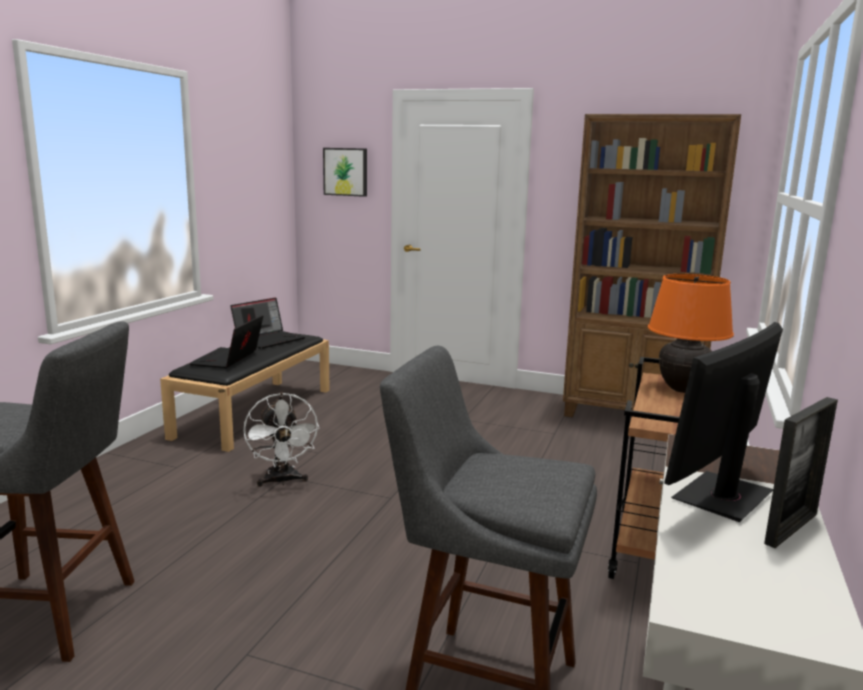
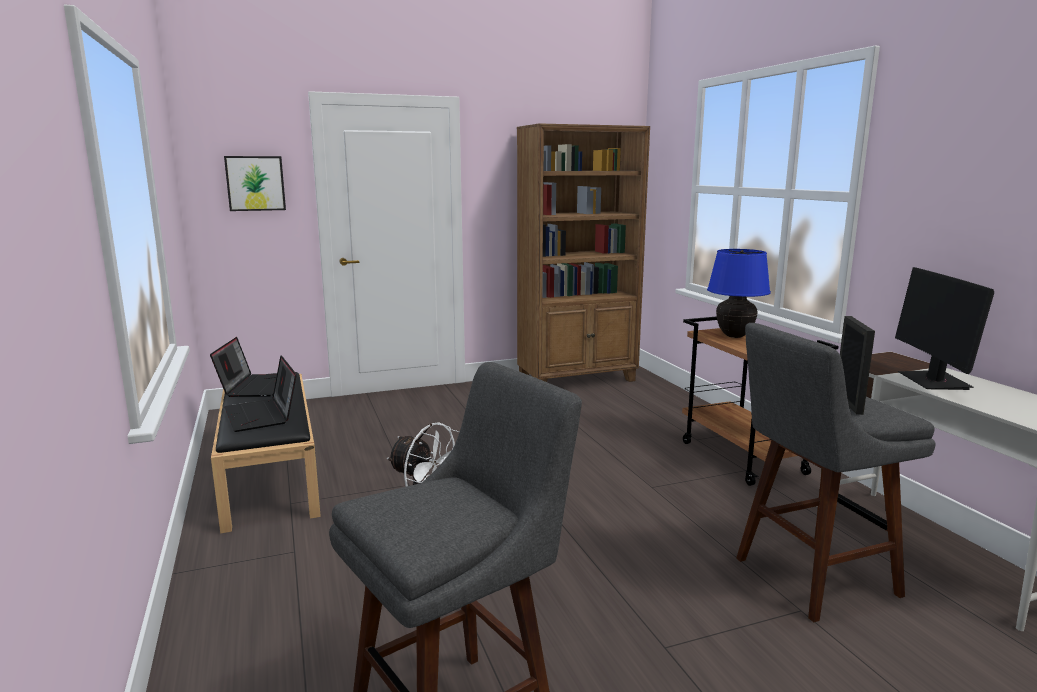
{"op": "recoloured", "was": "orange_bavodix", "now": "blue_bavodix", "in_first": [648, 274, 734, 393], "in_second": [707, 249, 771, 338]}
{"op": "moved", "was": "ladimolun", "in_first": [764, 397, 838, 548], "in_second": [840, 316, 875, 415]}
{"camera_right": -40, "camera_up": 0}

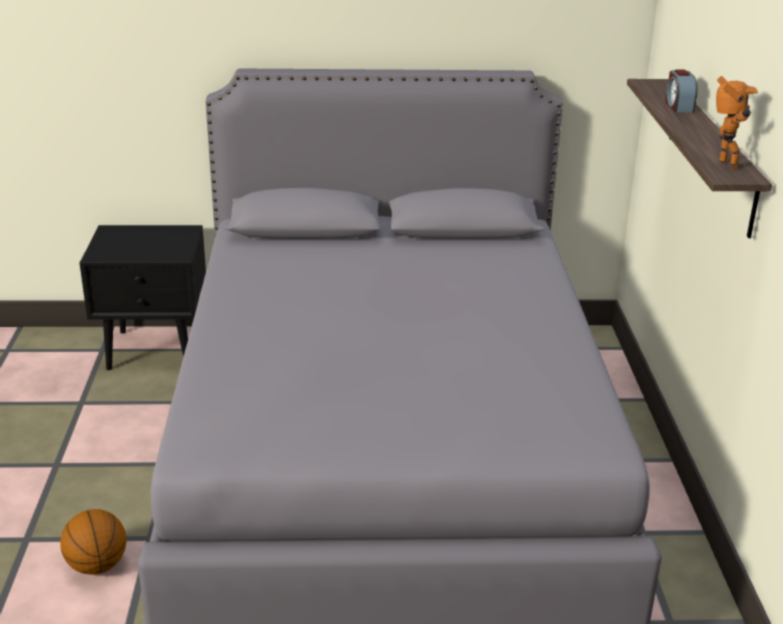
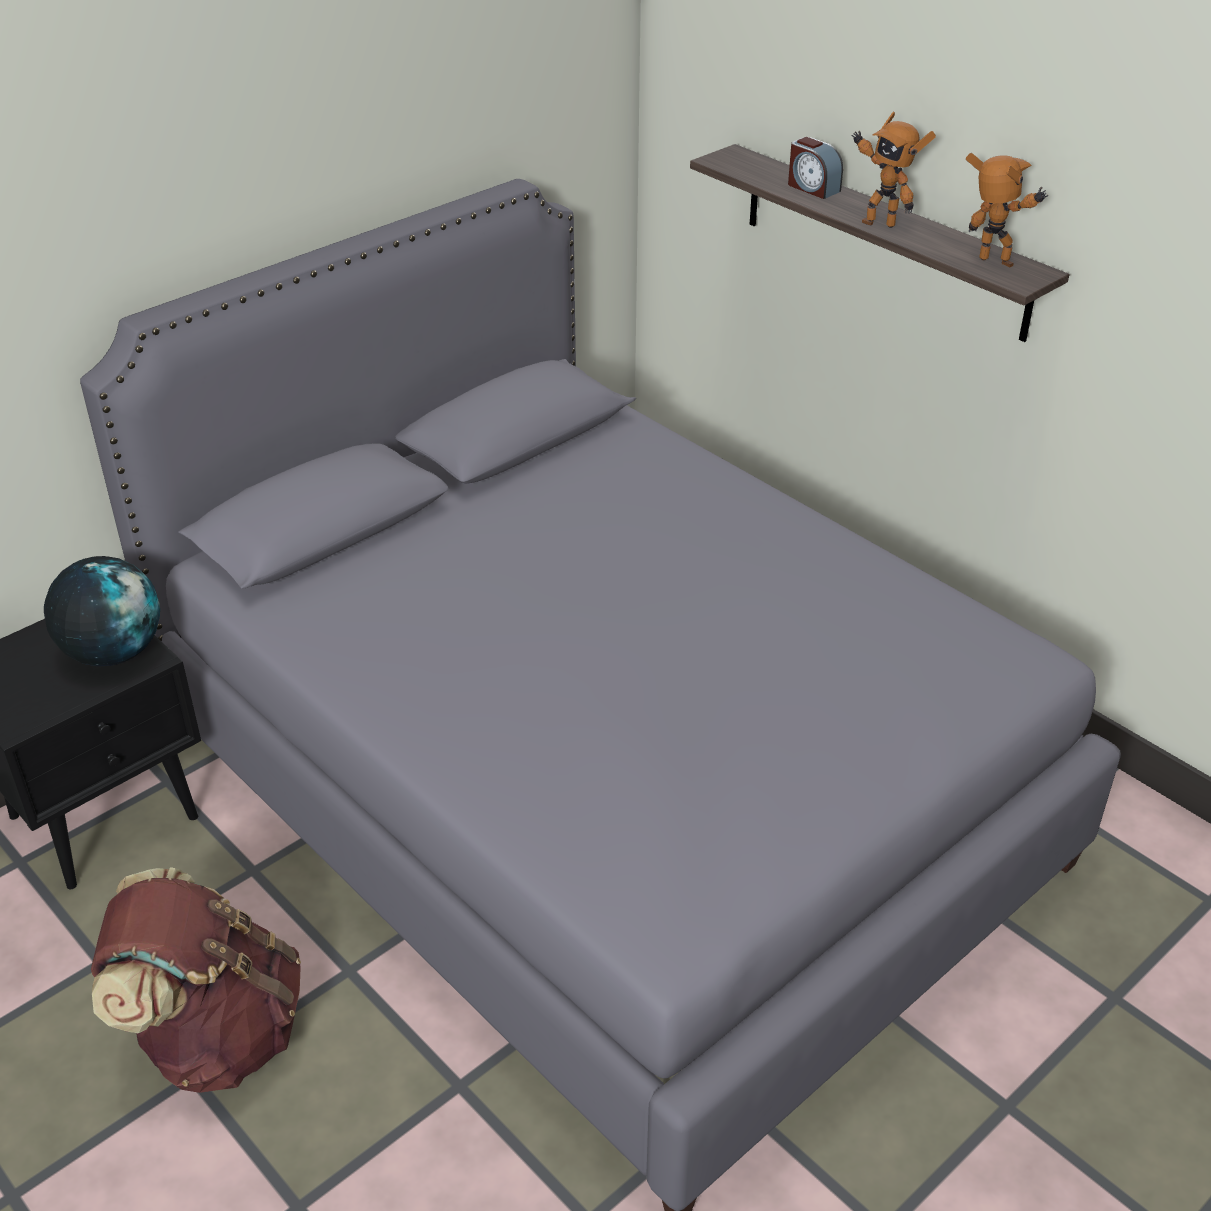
{"op": "removed", "was": "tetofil", "in_first": [60, 509, 126, 575]}
{"op": "added", "now": "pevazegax", "in_second": [44, 556, 160, 666]}
{"op": "added", "now": "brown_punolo", "in_second": [91, 867, 301, 1093]}
{"op": "added", "now": "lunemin", "in_second": [851, 111, 936, 228]}
{"camera_right": -40, "camera_up": 10}

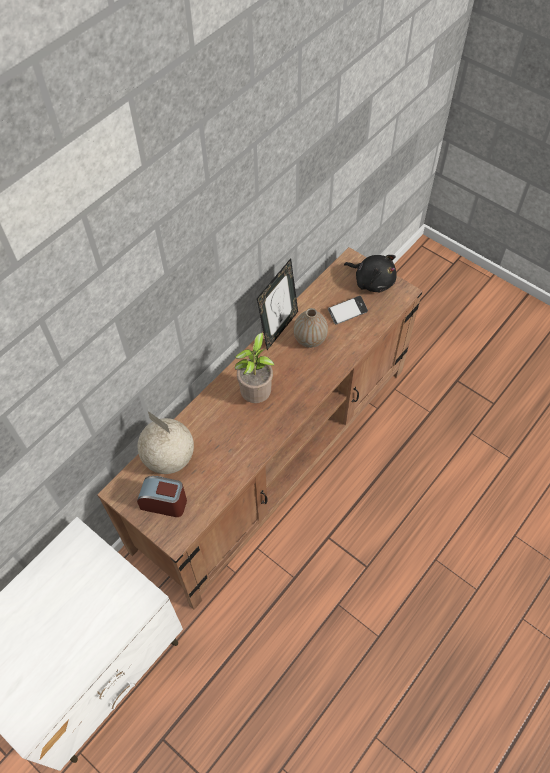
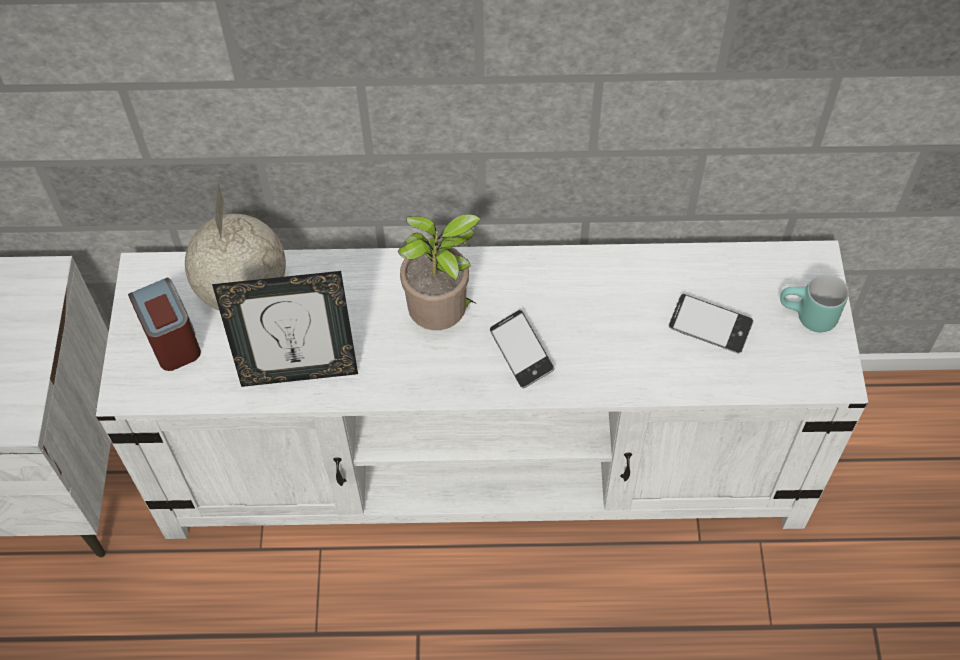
{"op": "recoloured", "was": "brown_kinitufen", "now": "white_kinitufen", "in_first": [97, 247, 422, 610], "in_second": [96, 240, 868, 539]}
{"op": "moved", "was": "ladimolun", "in_first": [257, 258, 298, 350], "in_second": [212, 271, 358, 387]}
{"op": "removed", "was": "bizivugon", "in_first": [294, 308, 328, 348]}
{"op": "replaced", "was": "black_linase", "now": "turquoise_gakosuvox", "in_first": [344, 255, 397, 292], "in_second": [780, 274, 849, 333]}
{"op": "added", "now": "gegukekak", "in_second": [490, 310, 554, 388]}
{"camera_right": 50, "camera_up": 0}

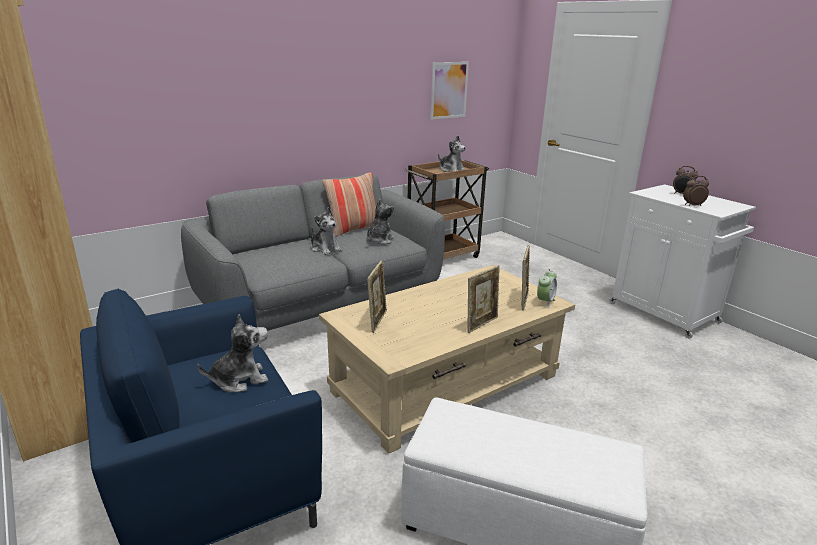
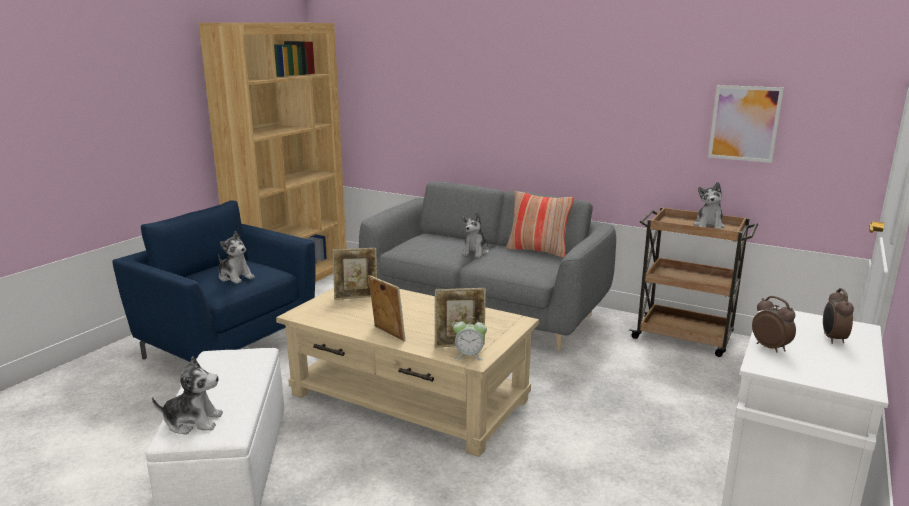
{"op": "moved", "was": "linase", "in_first": [366, 199, 394, 245], "in_second": [152, 356, 223, 434]}
{"op": "turned", "was": "ladimolun", "in_first": [467, 265, 500, 333], "in_second": [368, 275, 405, 341], "clockwise": -150}
{"camera_right": 65, "camera_up": -5}

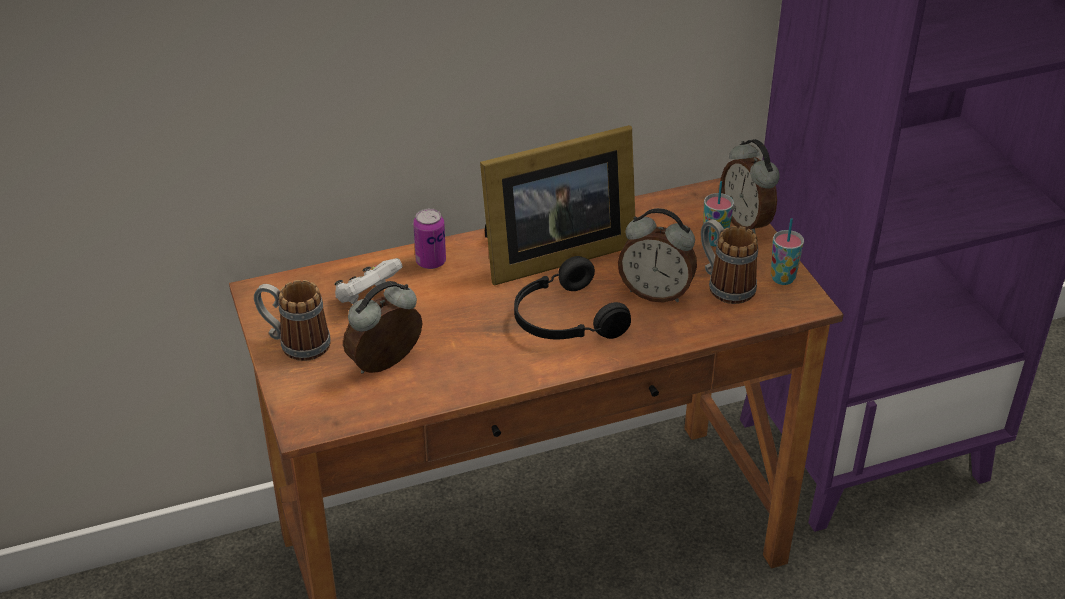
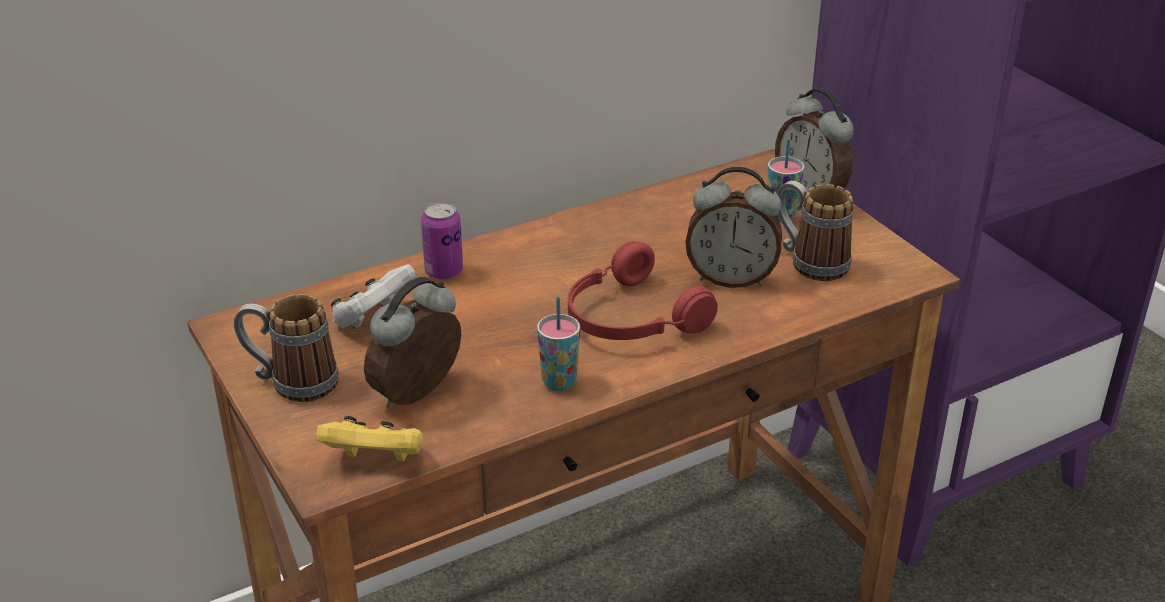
{"op": "removed", "was": "ladimolun", "in_first": [480, 125, 635, 285]}
{"op": "recoloured", "was": "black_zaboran", "now": "red_zaboran", "in_first": [514, 256, 631, 339], "in_second": [568, 241, 718, 340]}
{"op": "moved", "was": "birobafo", "in_first": [771, 218, 804, 285], "in_second": [537, 297, 580, 391]}
{"op": "added", "now": "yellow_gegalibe", "in_second": [316, 416, 423, 462]}
{"camera_right": -10, "camera_up": -5}

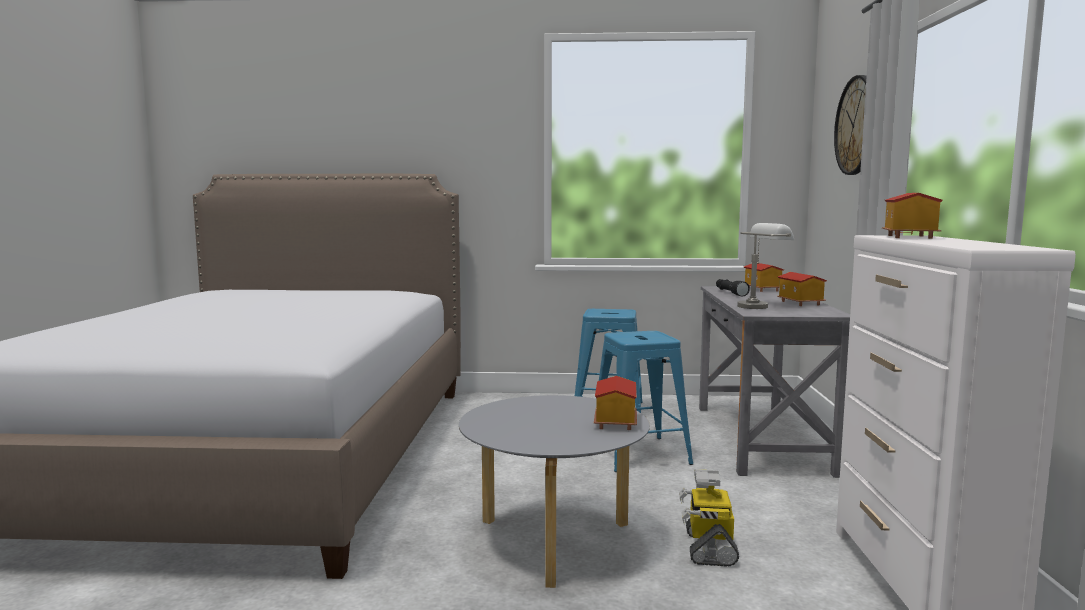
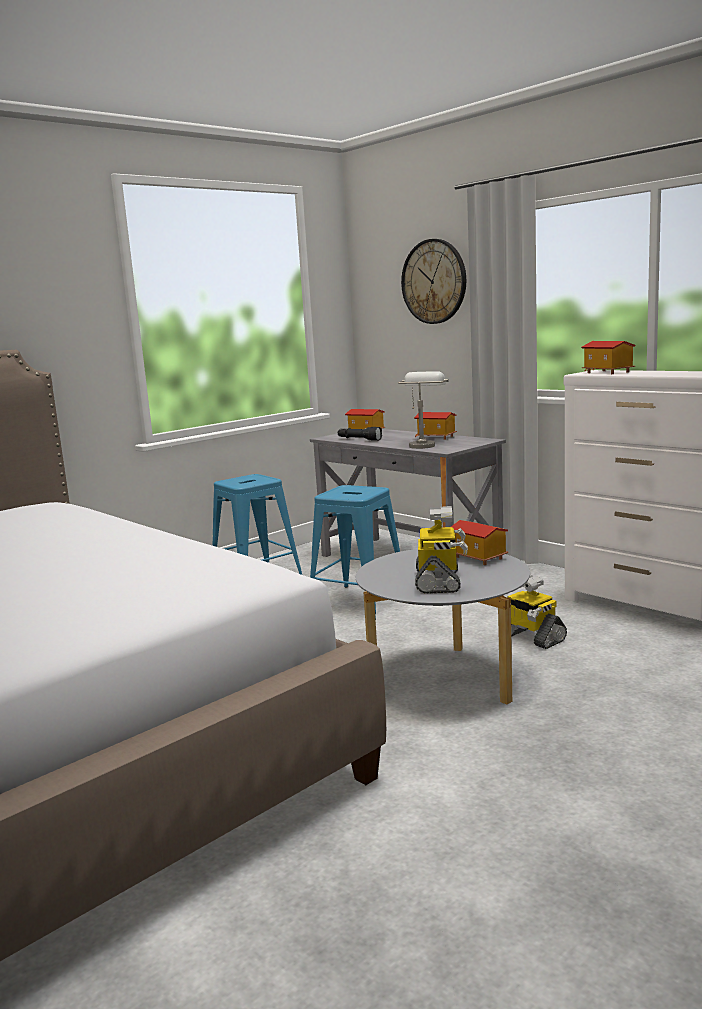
{"op": "added", "now": "lunemin", "in_second": [415, 506, 468, 593]}
{"camera_right": -45, "camera_up": 5}

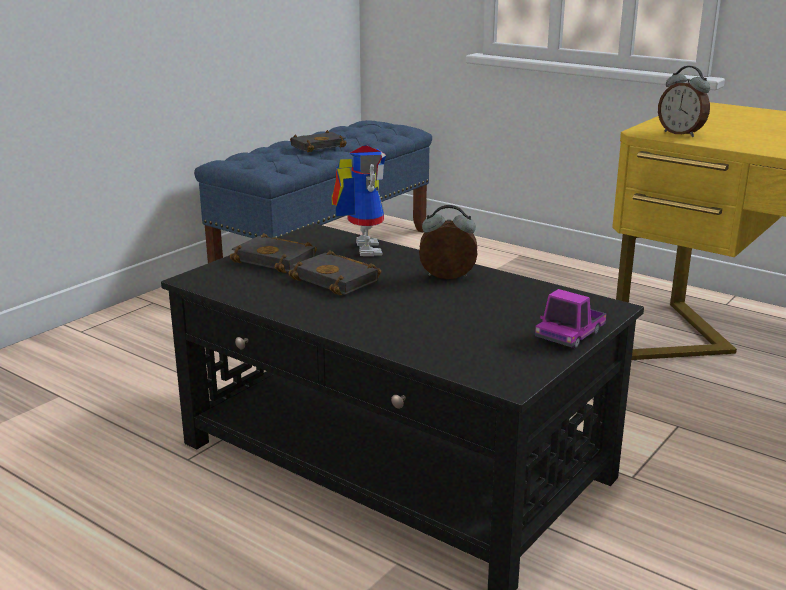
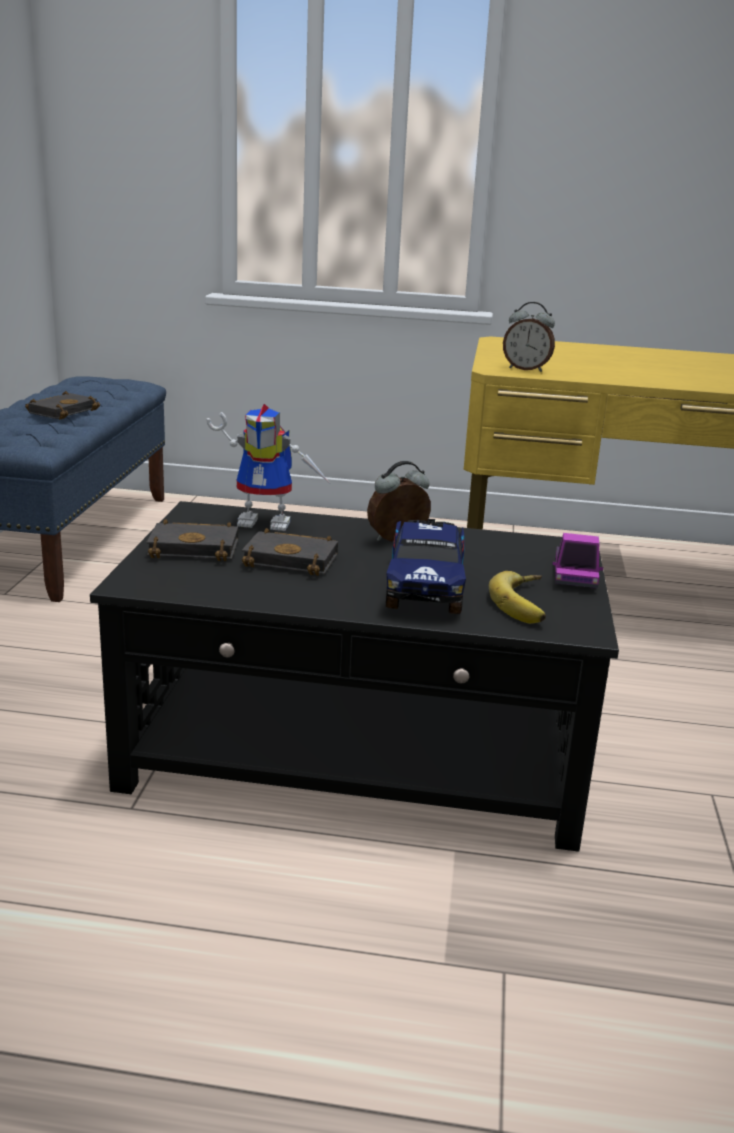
{"op": "turned", "was": "lunemin", "in_first": [331, 145, 386, 256], "in_second": [206, 404, 329, 531], "clockwise": 135}
{"op": "added", "now": "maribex", "in_second": [386, 519, 466, 614]}
{"op": "added", "now": "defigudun", "in_second": [489, 571, 546, 624]}
{"camera_right": -30, "camera_up": 0}

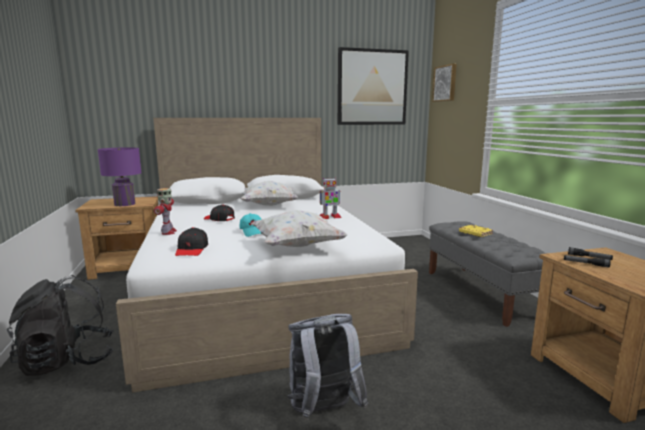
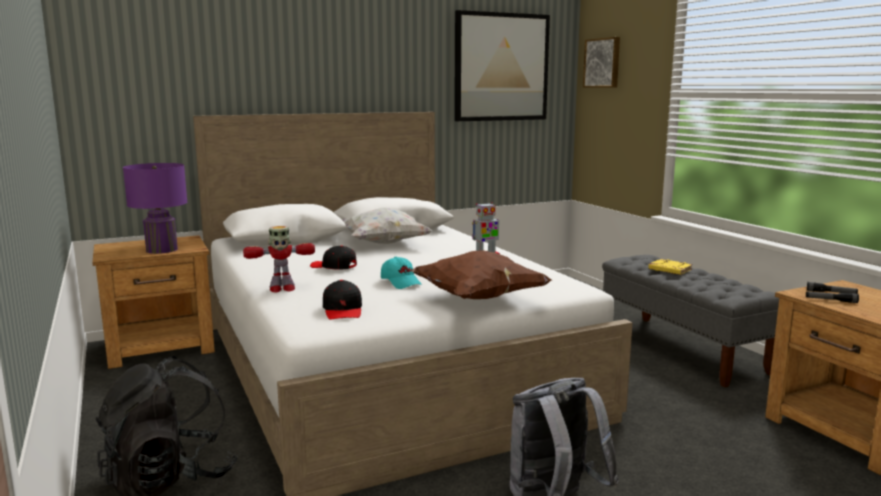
{"op": "turned", "was": "lunemin", "in_first": [154, 188, 177, 235], "in_second": [243, 226, 315, 292], "clockwise": 90}
{"op": "recoloured", "was": "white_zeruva", "now": "brown_zeruva", "in_first": [251, 210, 348, 247], "in_second": [411, 251, 552, 299]}
{"camera_right": -10, "camera_up": 0}

